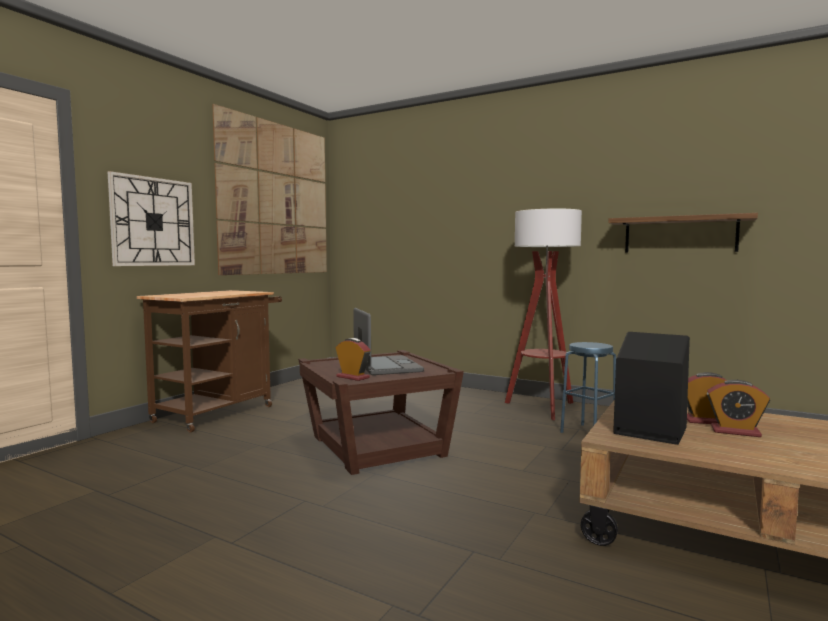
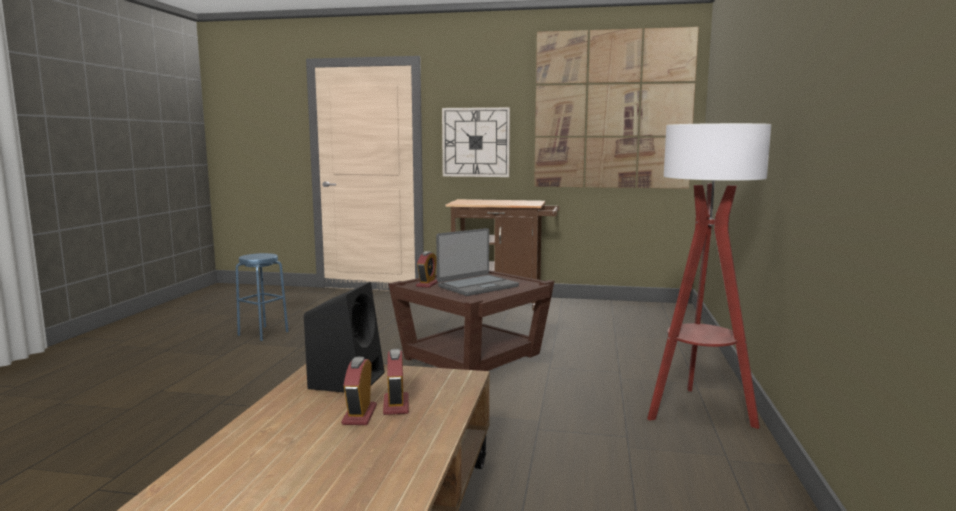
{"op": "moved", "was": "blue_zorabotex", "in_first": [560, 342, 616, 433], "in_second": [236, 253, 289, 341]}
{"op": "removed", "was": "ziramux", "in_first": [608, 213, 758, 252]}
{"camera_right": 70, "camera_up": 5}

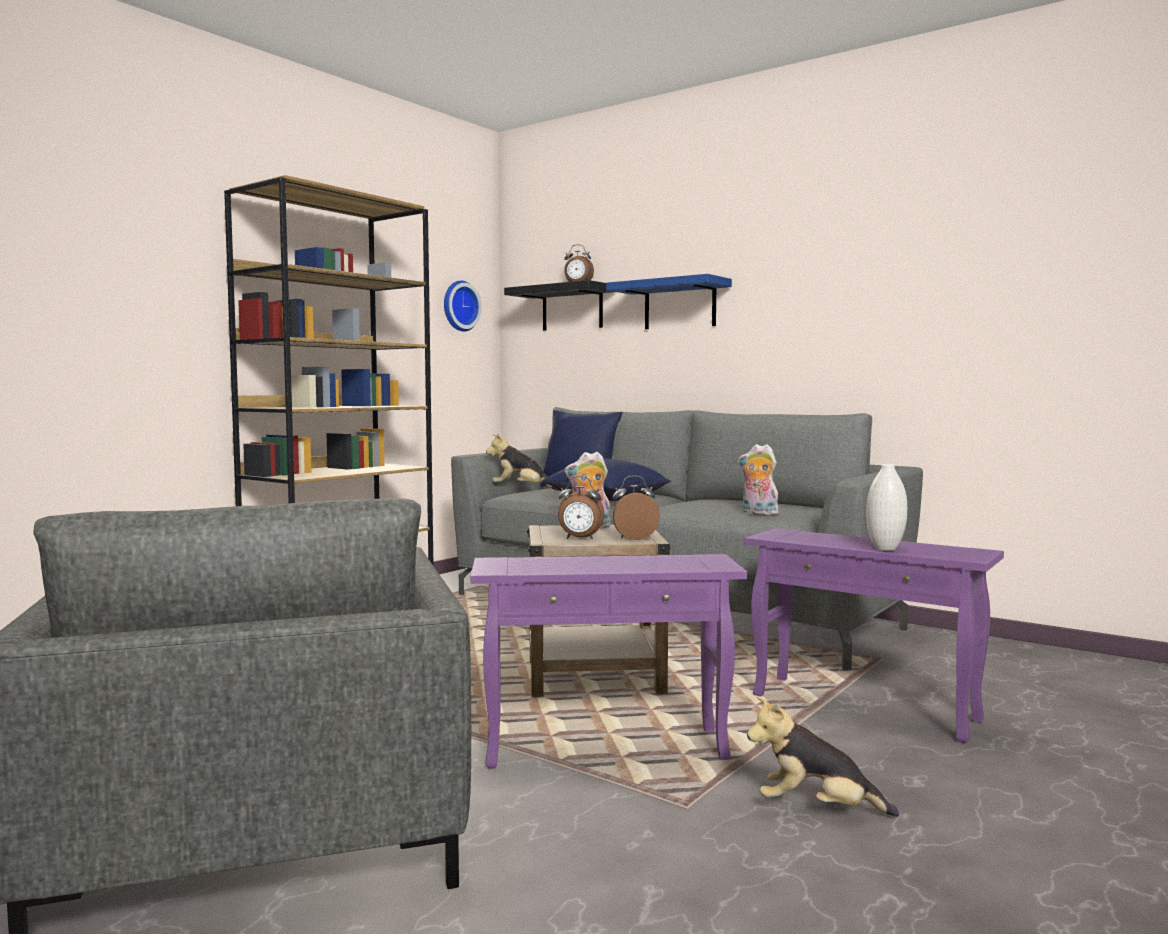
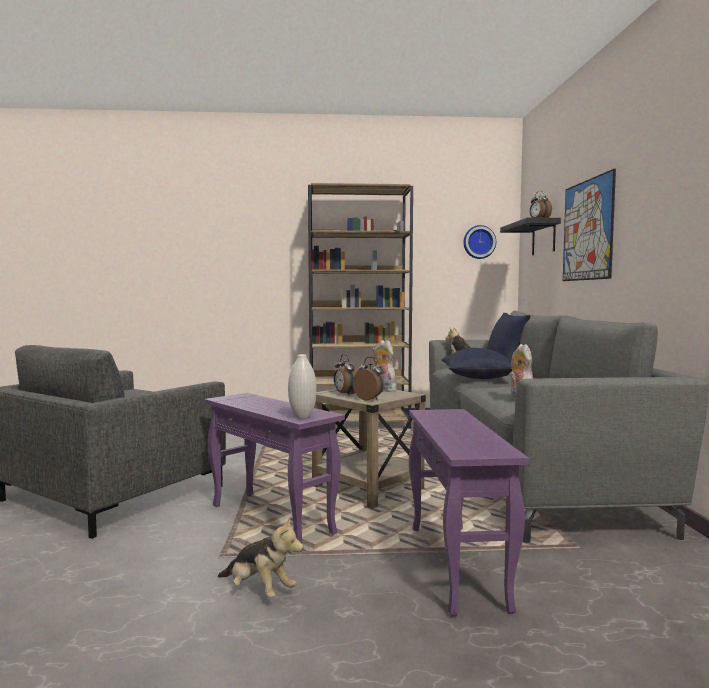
{"op": "replaced", "was": "blue_ziramux", "now": "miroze", "in_first": [606, 274, 732, 329], "in_second": [563, 169, 616, 281]}
{"op": "turned", "was": "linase", "in_first": [747, 696, 900, 817], "in_second": [218, 516, 304, 598], "clockwise": 150}
{"op": "moved", "was": "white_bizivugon", "in_first": [866, 464, 907, 551], "in_second": [288, 354, 317, 418]}
{"camera_right": 50, "camera_up": 0}

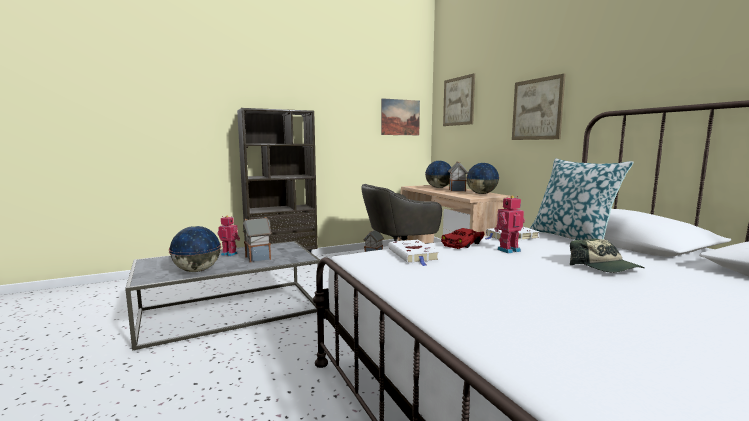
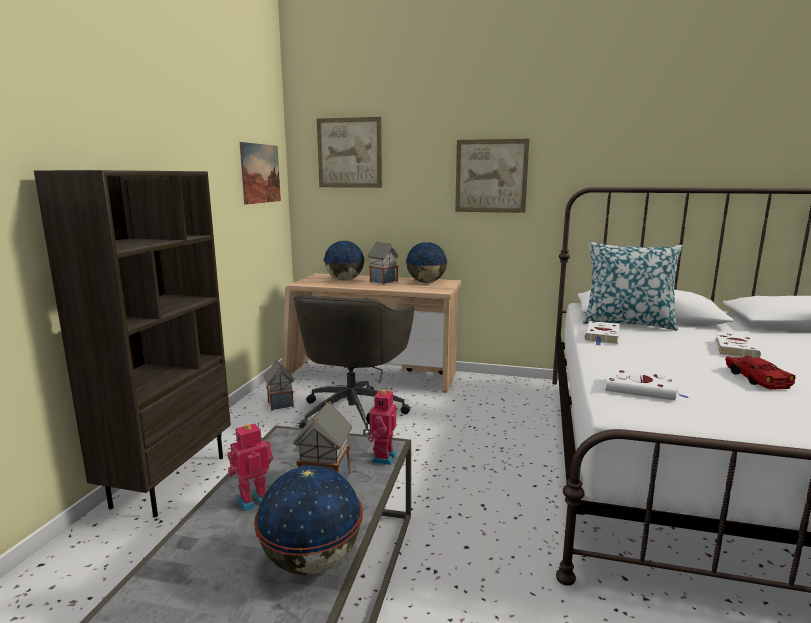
{"op": "moved", "was": "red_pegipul", "in_first": [441, 228, 485, 249], "in_second": [725, 356, 796, 390]}
{"op": "moved", "was": "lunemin", "in_first": [494, 196, 525, 254], "in_second": [366, 388, 397, 465]}
{"op": "replaced", "was": "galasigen", "now": "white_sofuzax", "in_first": [570, 238, 645, 273], "in_second": [715, 332, 761, 358]}
{"camera_right": -50, "camera_up": 5}

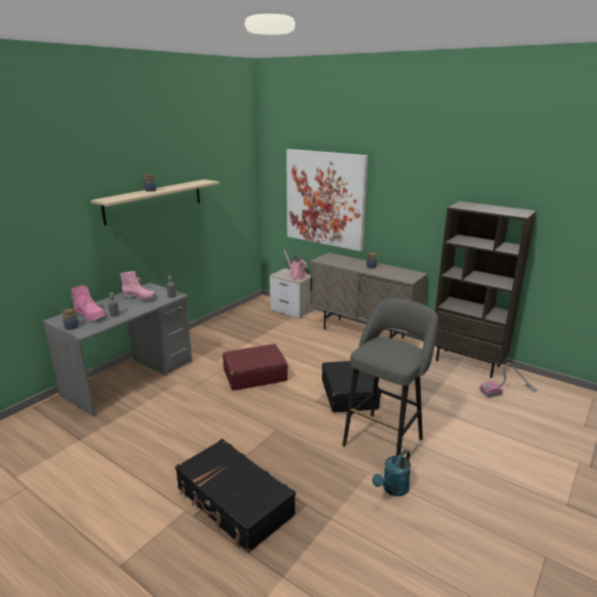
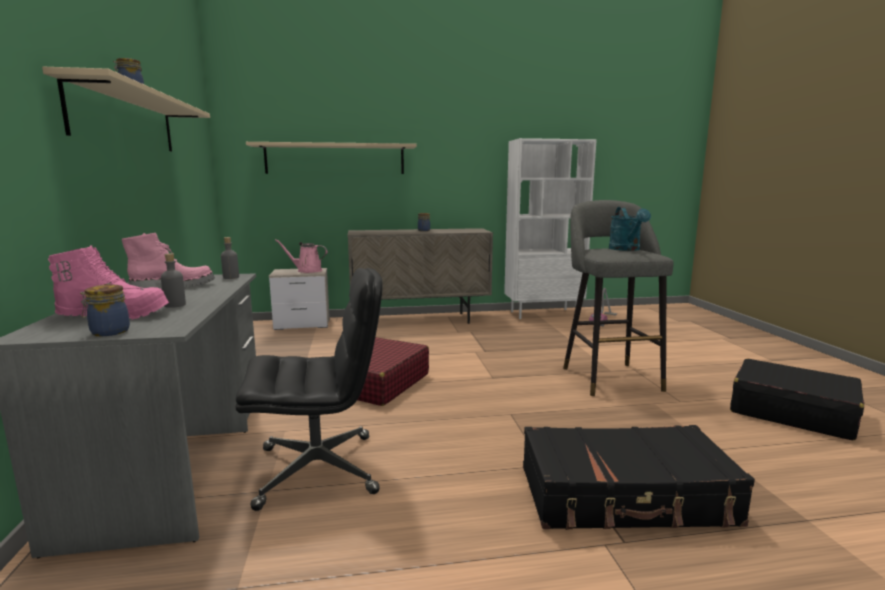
{"op": "replaced", "was": "miroze", "now": "beige_ziramux", "in_first": [286, 149, 368, 251], "in_second": [246, 142, 417, 174]}
{"op": "moved", "was": "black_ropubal", "in_first": [322, 361, 381, 413], "in_second": [730, 359, 864, 440]}
{"op": "moved", "was": "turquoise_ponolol", "in_first": [372, 450, 411, 496], "in_second": [609, 207, 651, 251]}
{"op": "recoloured", "was": "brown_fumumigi", "now": "white_fumumigi", "in_first": [435, 201, 537, 378], "in_second": [504, 138, 597, 319]}
{"op": "added", "now": "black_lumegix", "in_second": [235, 268, 382, 511]}
{"camera_right": -45, "camera_up": -10}

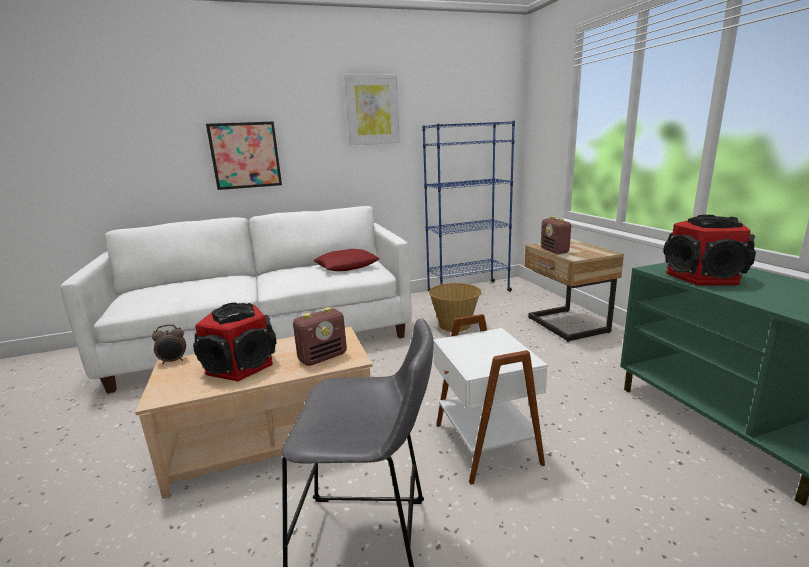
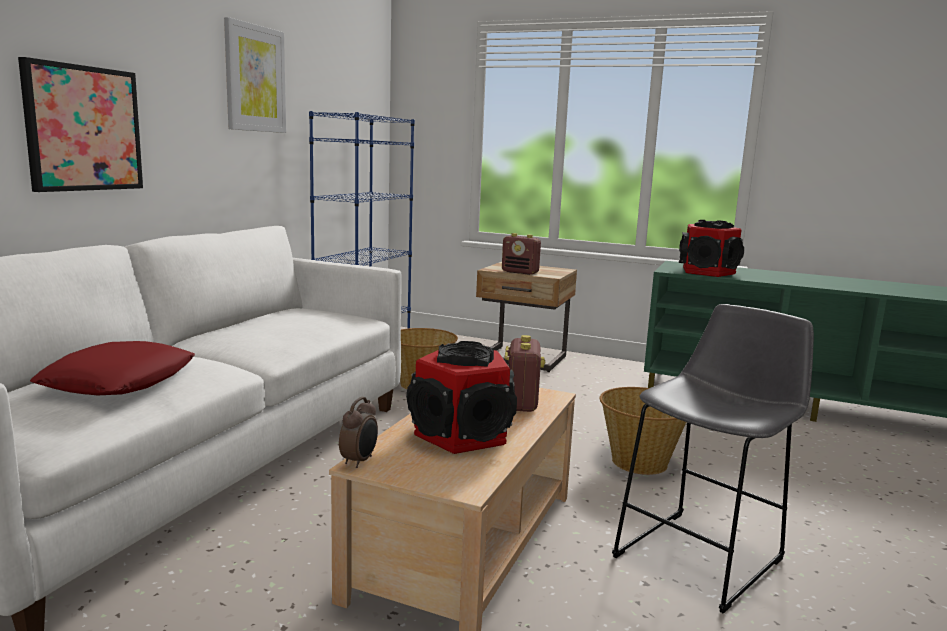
{"op": "moved", "was": "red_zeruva", "in_first": [313, 249, 380, 271], "in_second": [30, 341, 195, 395]}
{"op": "replaced", "was": "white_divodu", "now": "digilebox", "in_first": [433, 314, 548, 485], "in_second": [600, 387, 686, 475]}
{"camera_right": -50, "camera_up": -5}

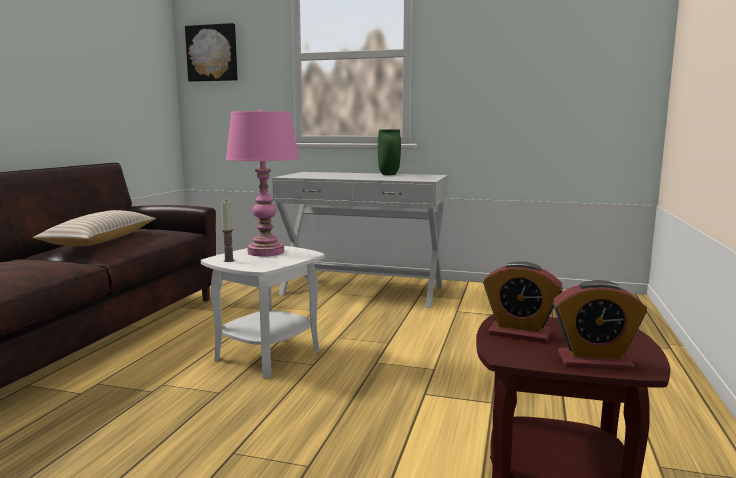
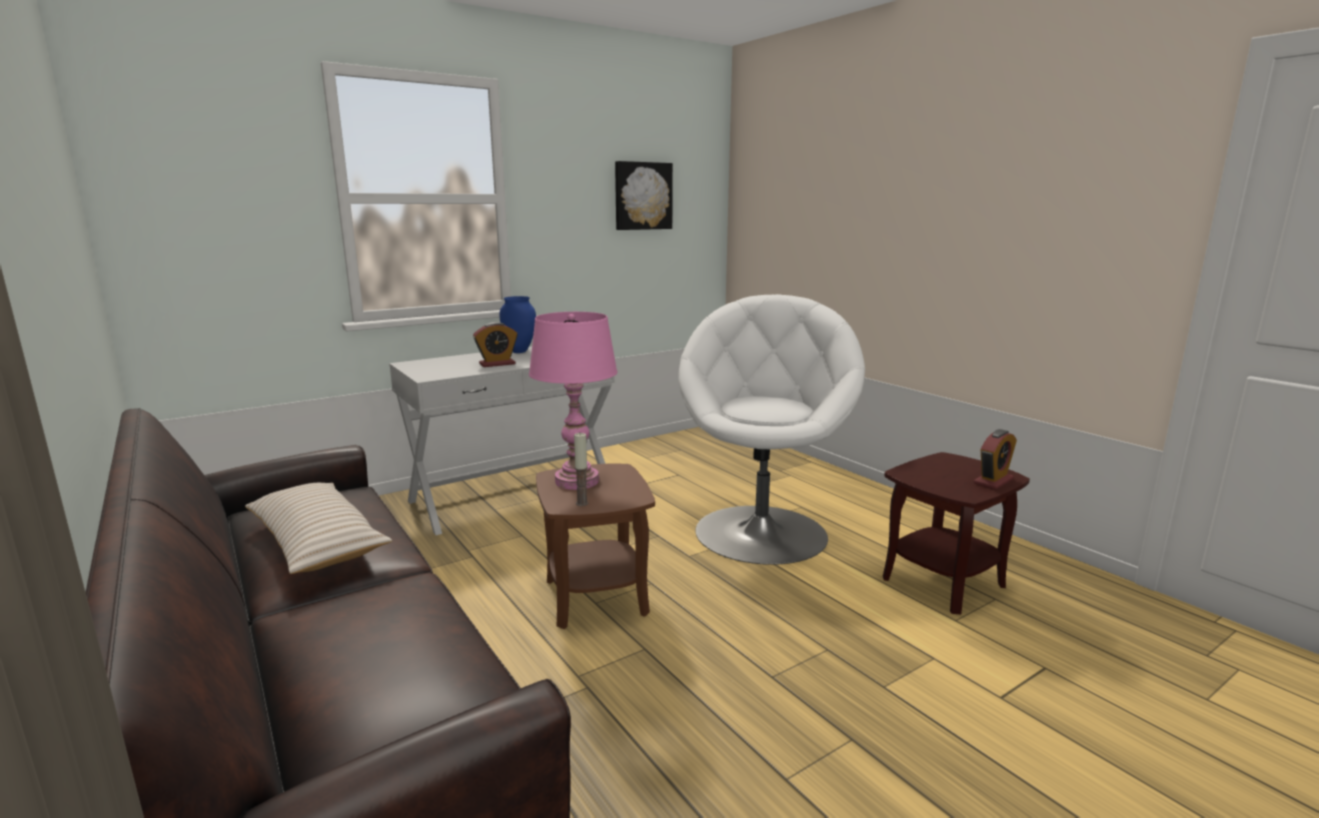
{"op": "moved", "was": "miroze", "in_first": [185, 23, 238, 82], "in_second": [615, 161, 673, 230]}
{"op": "recoloured", "was": "white_divodu", "now": "brown_divodu", "in_first": [201, 246, 325, 378], "in_second": [536, 463, 655, 629]}
{"op": "recoloured", "was": "green_bizivugon", "now": "blue_bizivugon", "in_first": [378, 129, 401, 175], "in_second": [500, 296, 536, 353]}
{"op": "moved", "was": "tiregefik", "in_first": [483, 261, 563, 343], "in_second": [473, 322, 518, 367]}
{"op": "added", "now": "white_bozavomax", "in_second": [678, 294, 865, 565]}
{"camera_right": -50, "camera_up": 5}

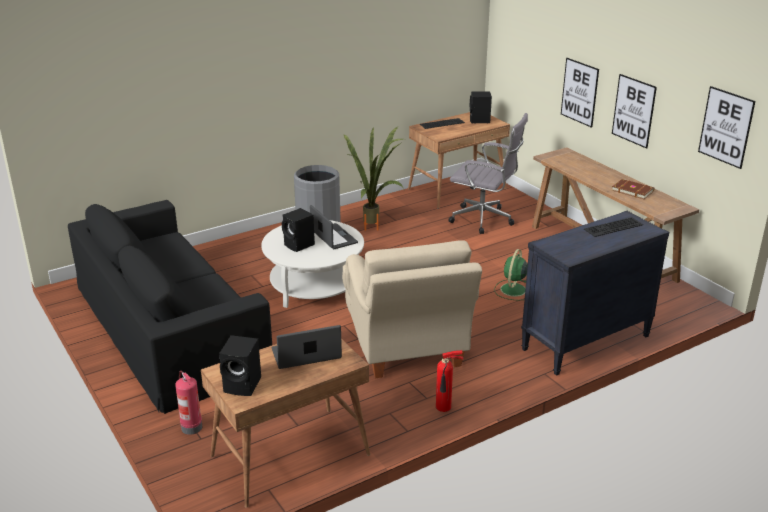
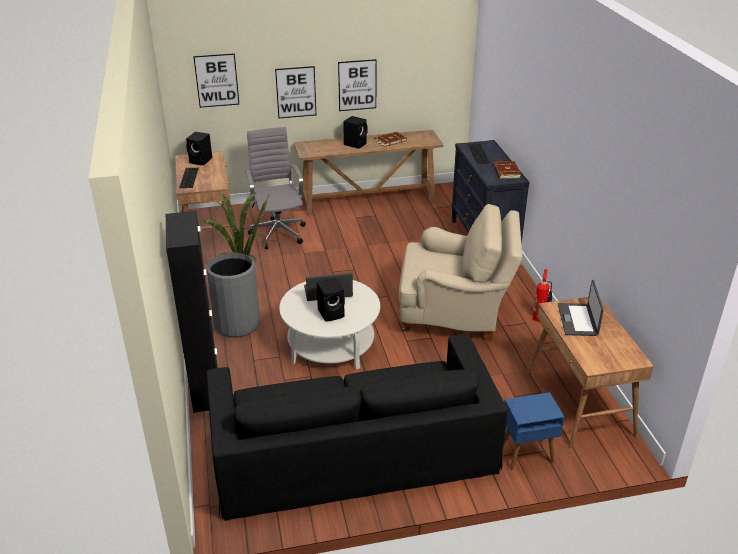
{"op": "replaced", "was": "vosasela", "now": "blue_divodu", "in_first": [175, 371, 202, 435], "in_second": [503, 392, 564, 470]}
{"op": "moved", "was": "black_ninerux", "in_first": [219, 335, 261, 396], "in_second": [343, 116, 368, 149]}
{"op": "turned", "was": "grey_lumegix", "in_first": [448, 113, 528, 234], "in_second": [245, 127, 306, 249], "clockwise": -60}
{"op": "removed", "was": "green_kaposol", "in_first": [494, 249, 528, 300]}
{"op": "moved", "was": "miroze", "in_first": [698, 86, 755, 169], "in_second": [193, 53, 239, 108]}
{"op": "added", "now": "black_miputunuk", "in_second": [166, 211, 218, 413]}
{"op": "added", "now": "brown_sofuzax", "in_second": [493, 161, 521, 179]}
{"camera_right": -70, "camera_up": 5}

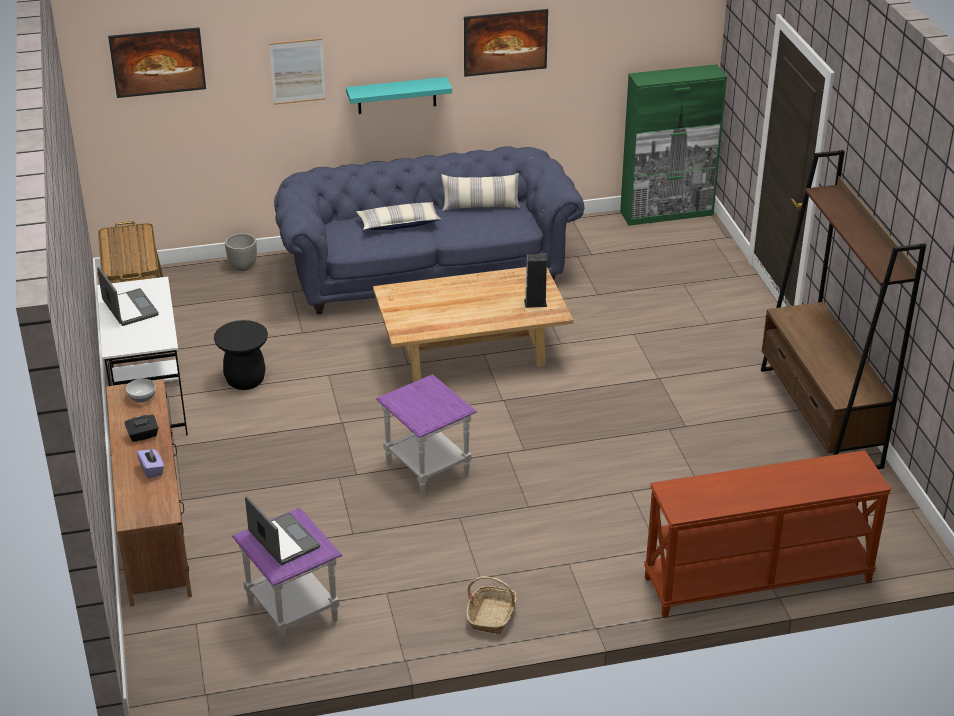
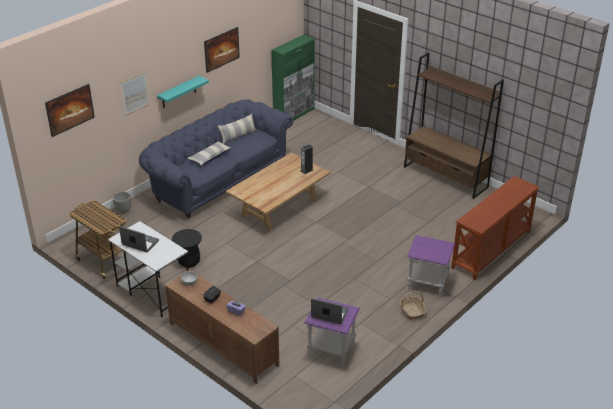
{"op": "moved", "was": "purple_divodu", "in_first": [376, 374, 477, 497], "in_second": [407, 235, 455, 297]}
{"camera_right": -35, "camera_up": 0}

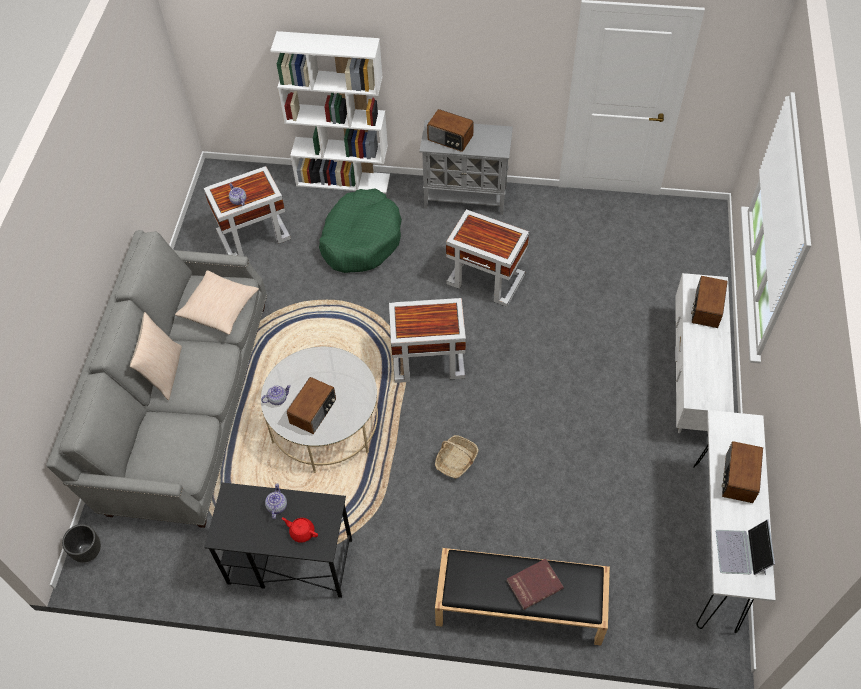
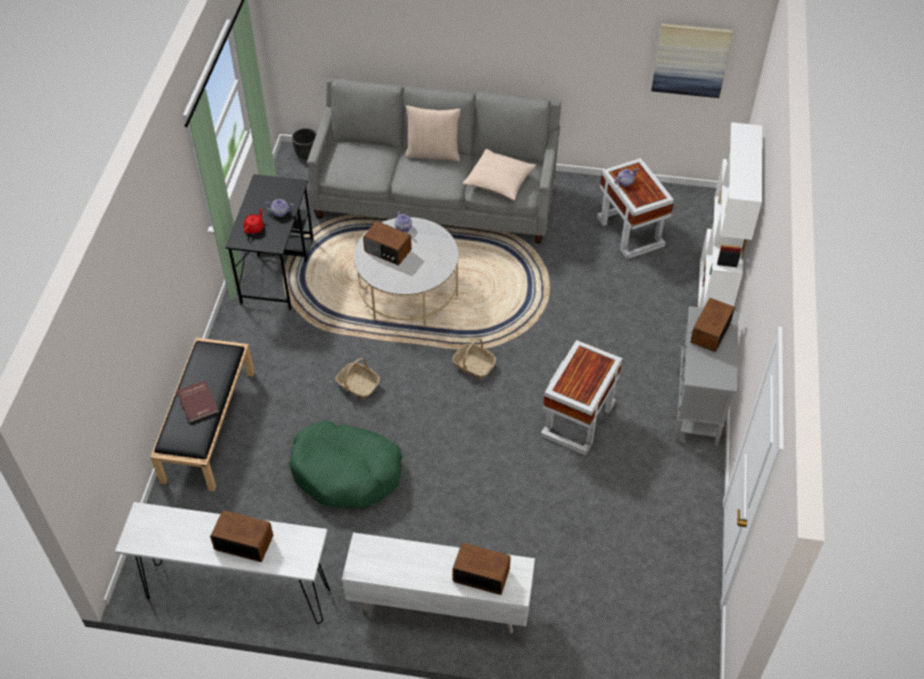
{"op": "moved", "was": "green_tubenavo", "in_first": [319, 188, 402, 273], "in_second": [289, 420, 402, 508]}
{"op": "replaced", "was": "white_divodu", "now": "digilebox", "in_first": [389, 298, 466, 383], "in_second": [452, 339, 496, 379]}
{"op": "removed", "was": "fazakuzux", "in_first": [716, 519, 775, 575]}
{"op": "added", "now": "miroze", "in_second": [651, 23, 733, 98]}
{"camera_right": 90, "camera_up": -5}

